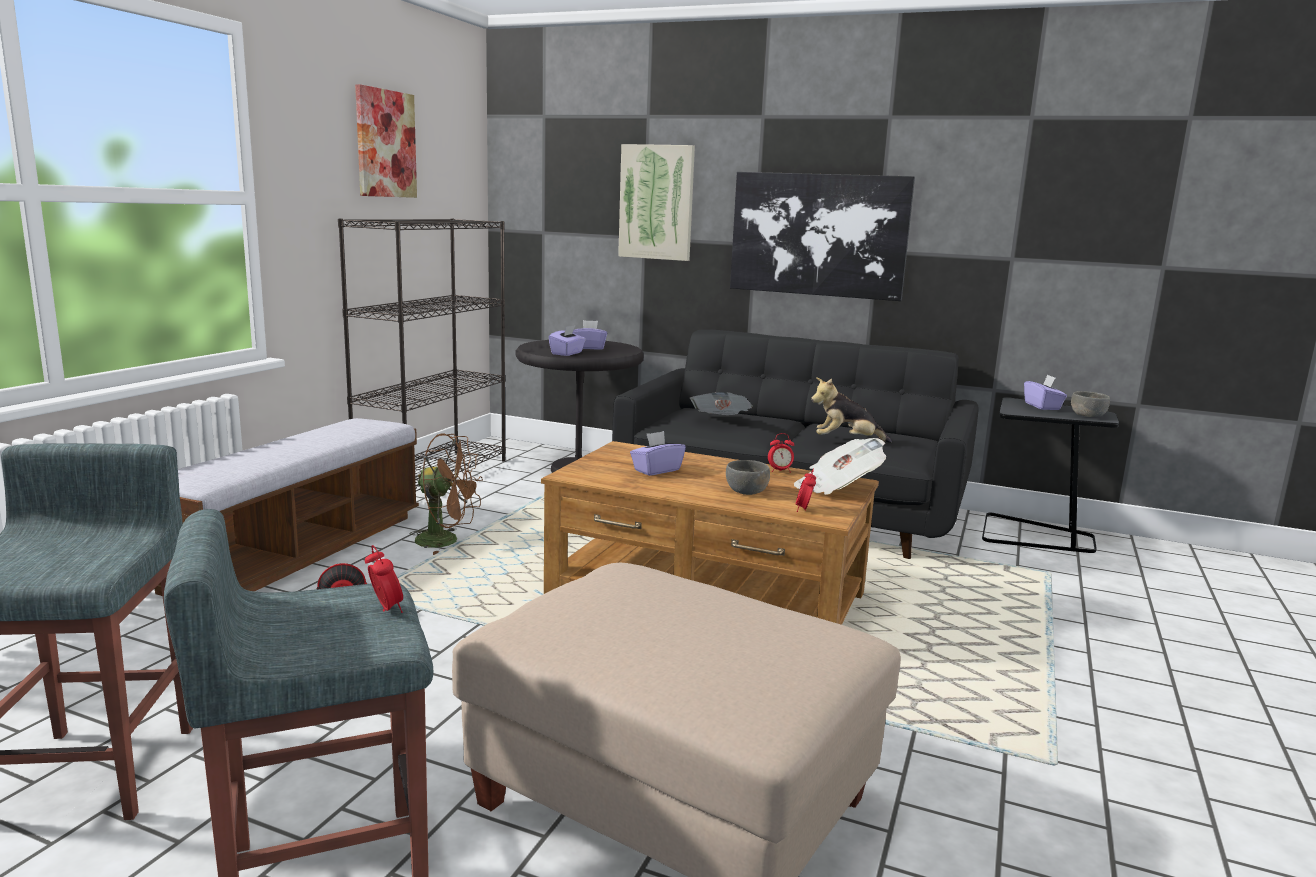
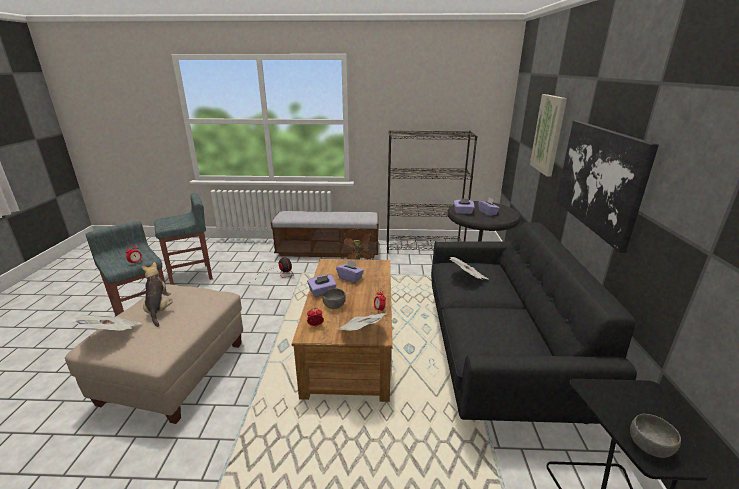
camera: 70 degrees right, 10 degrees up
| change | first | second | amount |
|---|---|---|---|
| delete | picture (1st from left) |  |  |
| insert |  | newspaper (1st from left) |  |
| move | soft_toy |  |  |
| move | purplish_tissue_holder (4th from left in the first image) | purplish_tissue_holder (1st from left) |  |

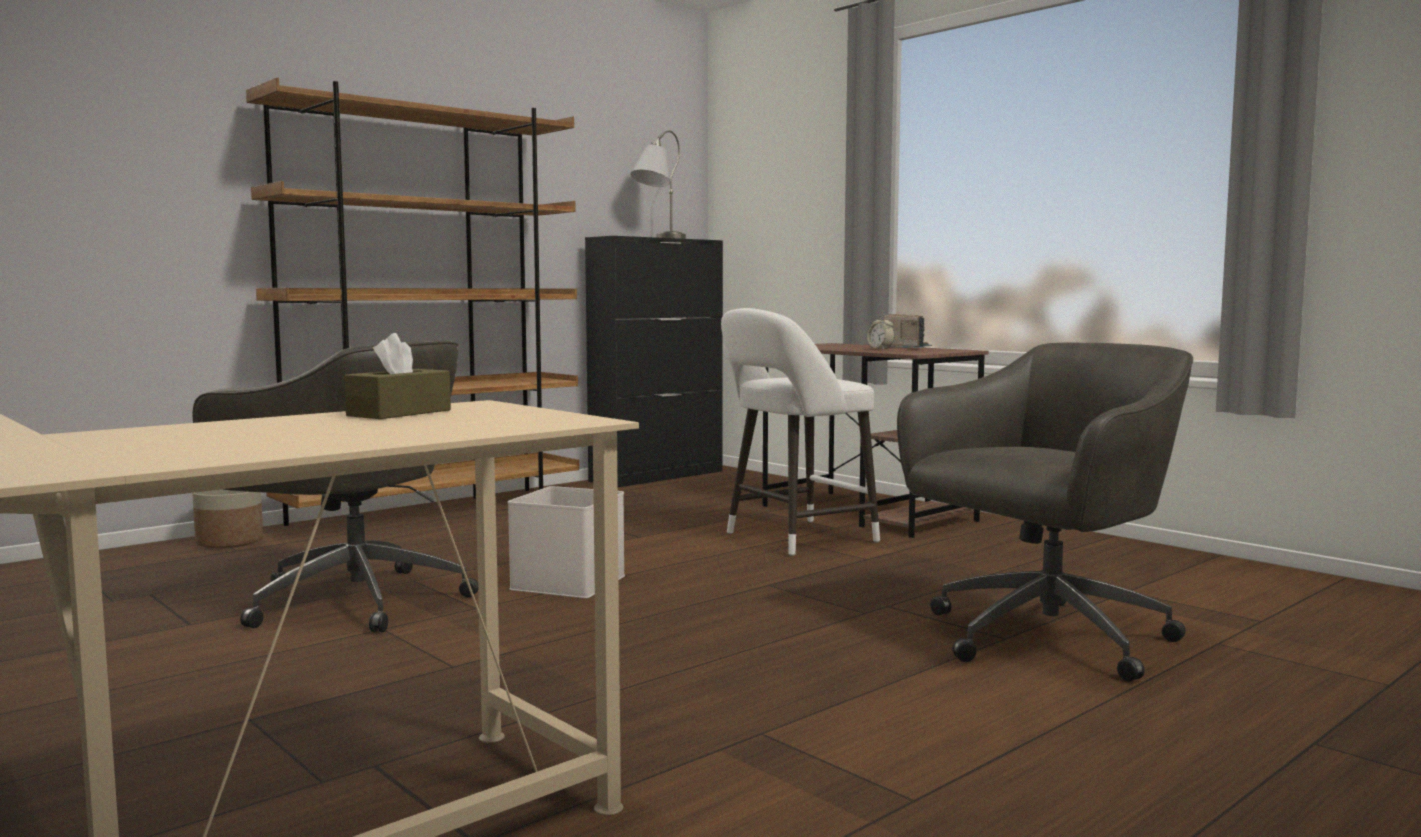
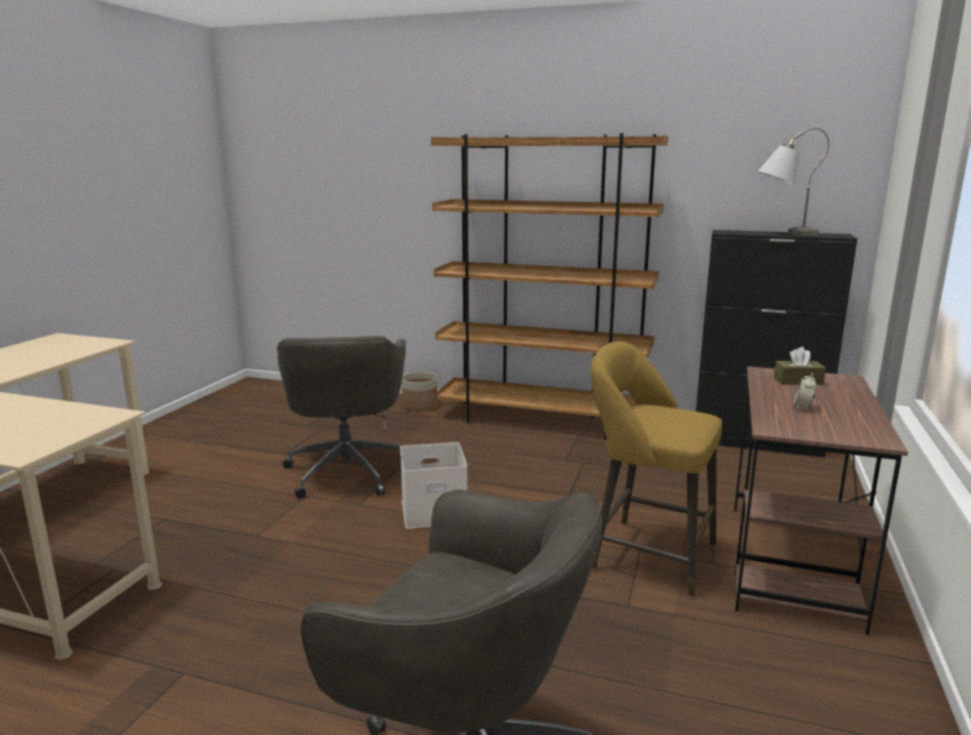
camera: 60 degrees right, 10 degrees up
| change | first | second | amount |
|---|---|---|---|
| delete | radio_set |  |  |
| move | brown_tissue_holder |  |  |
| recolor | whitish_sitting_stool | yellow-coloured_sitting_stool |  |

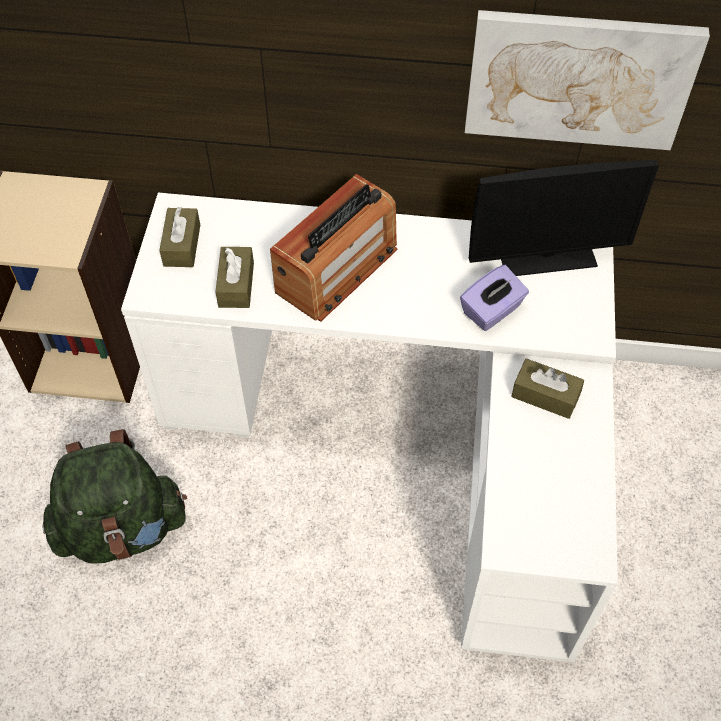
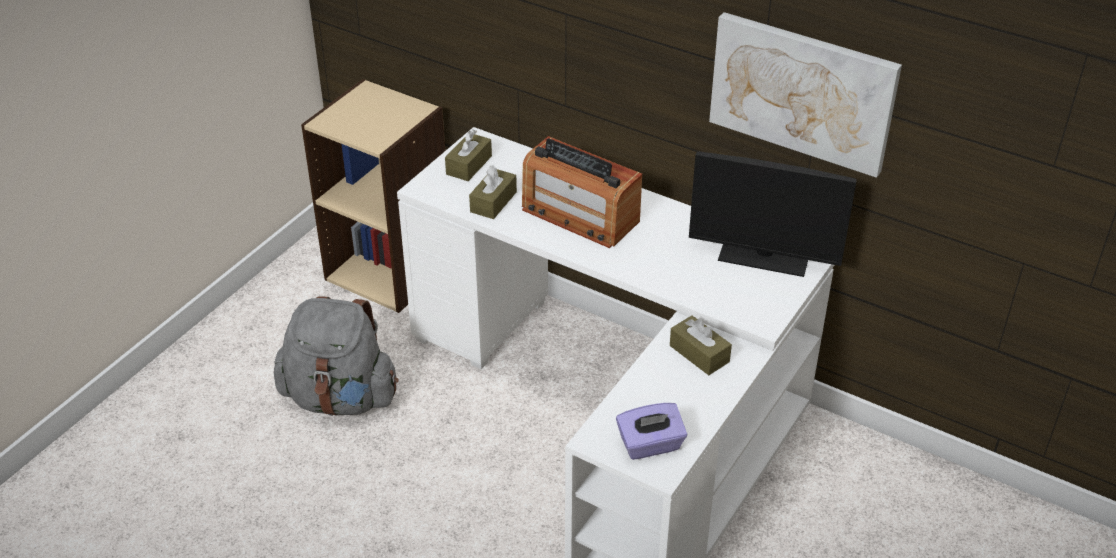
camera: 25 degrees right, 15 degrees down
| change | first | second | amount |
|---|---|---|---|
| move | purplish_tissue_holder |  |  |
| recolor | greenish_knapsack | gray_knapsack |  |
| rotate | radio_set |  | 60 degrees clockwise |

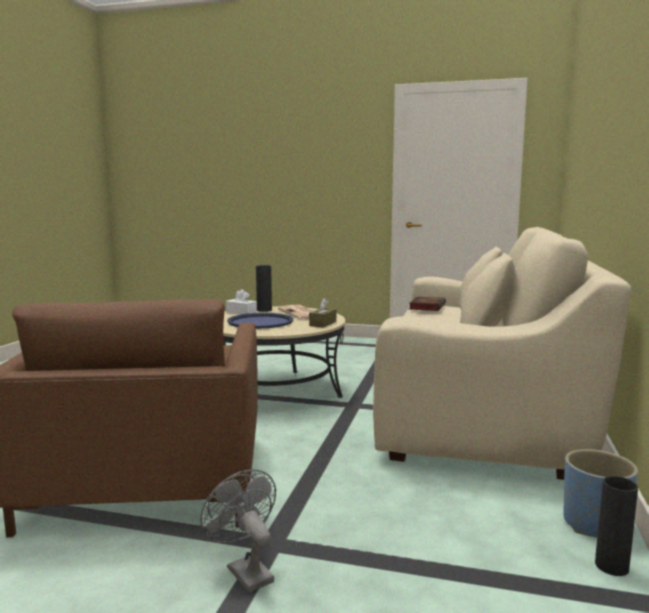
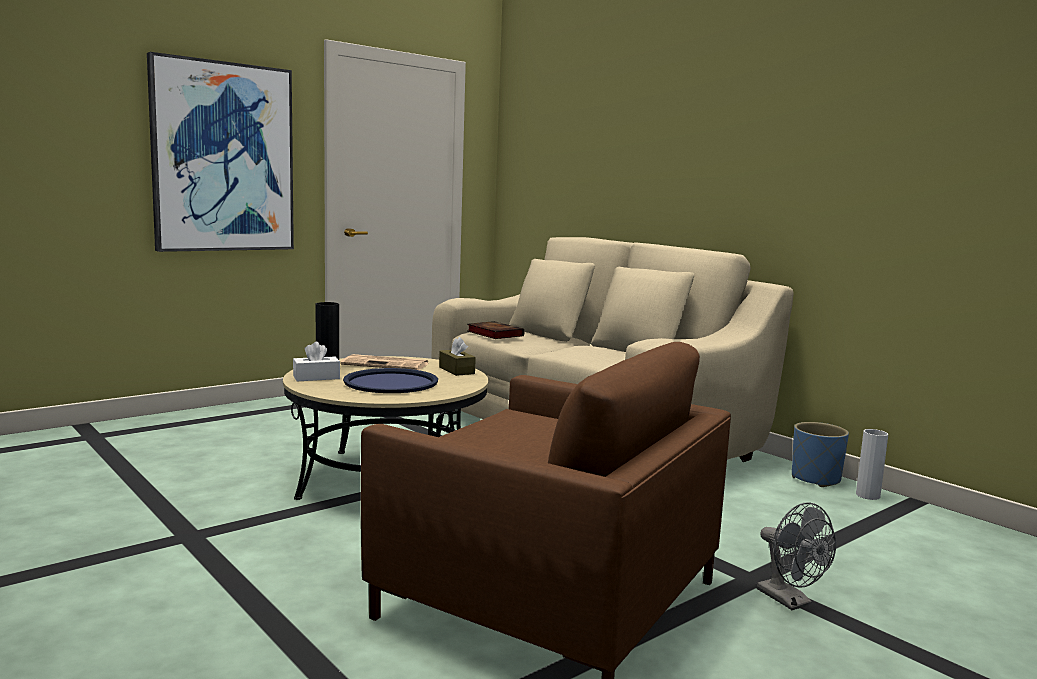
camera: 55 degrees left, 0 degrees up
| change | first | second | amount |
|---|---|---|---|
| insert |  | picture |  |
| recolor | black_vase (2nd from left) | whitish_vase |  |
| rotate | gray_electric_fan |  | 120 degrees counterclockwise |

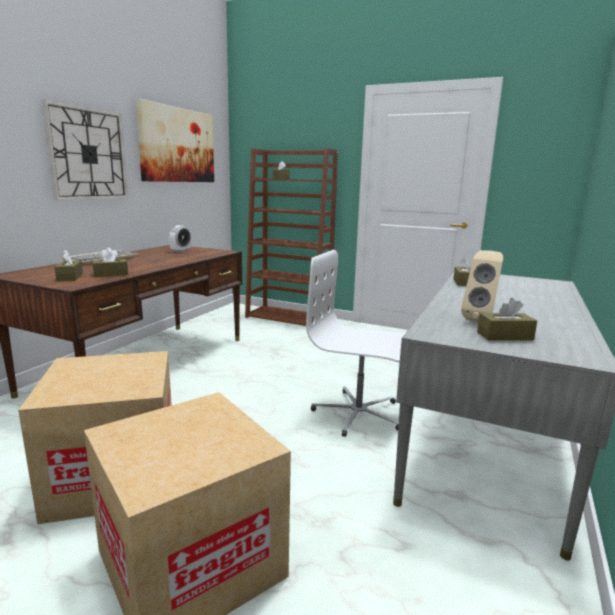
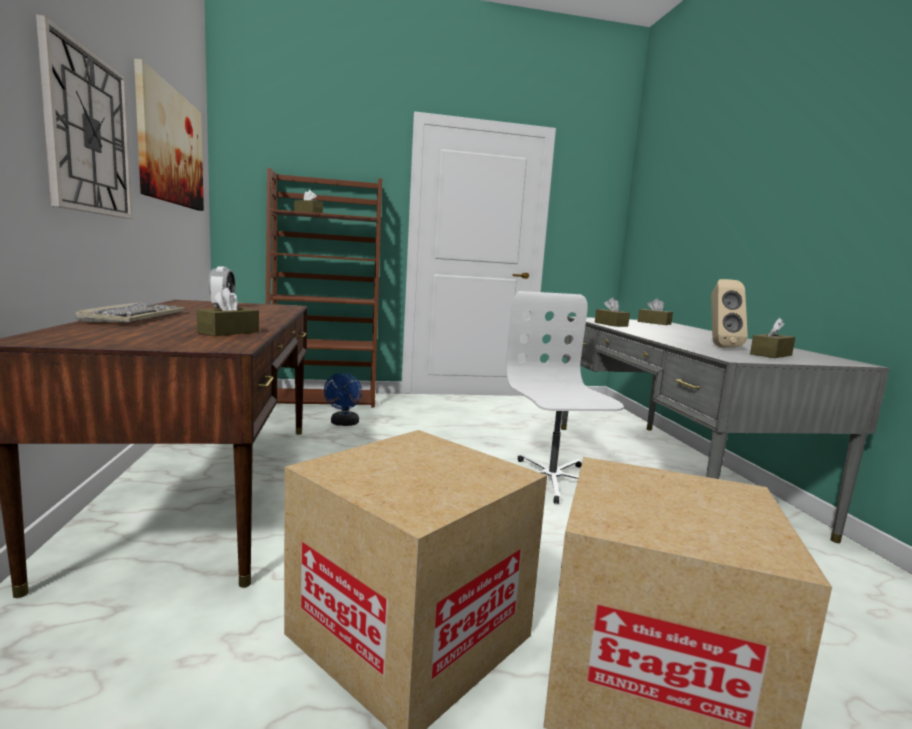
camera: 35 degrees left, 5 degrees down
| change | first | second | amount |
|---|---|---|---|
| insert |  | blue_electric_fan |  |
| move | brown_tissue_holder (1st from left in the first image) | brown_tissue_holder (4th from left) |  |
| rotate | whitish_office_chair |  | 90 degrees clockwise |

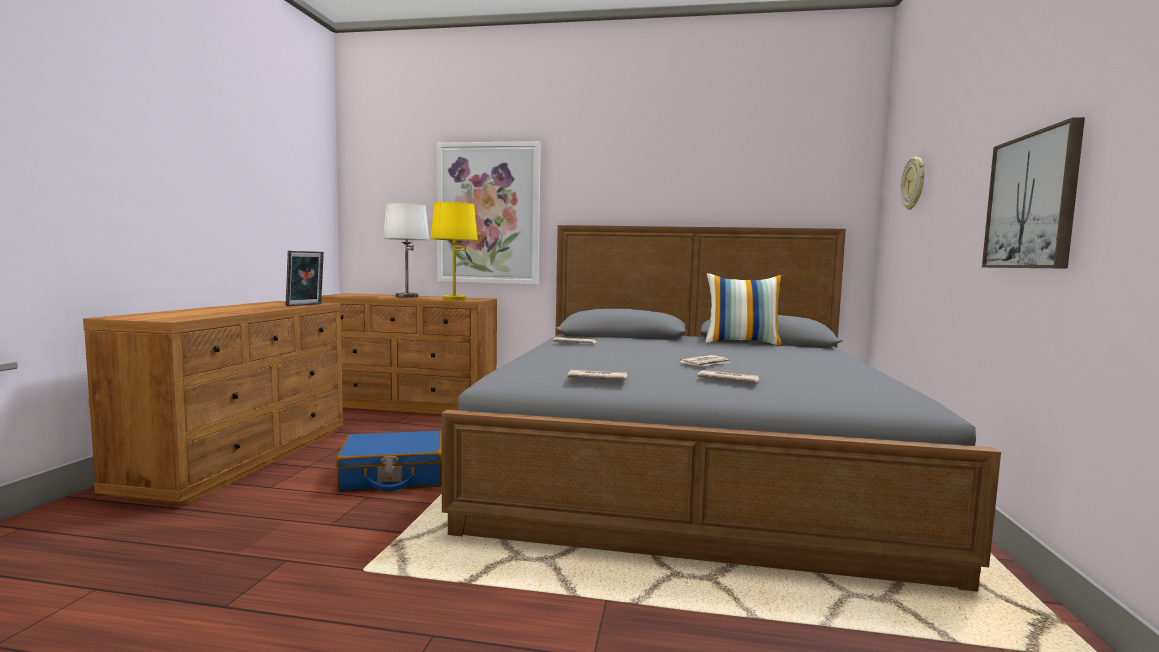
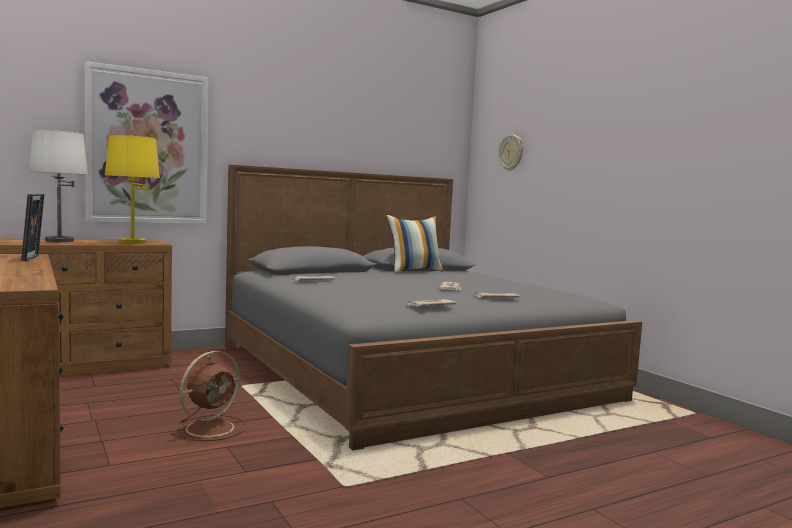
camera: 40 degrees left, 0 degrees up
| change | first | second | amount |
|---|---|---|---|
| delete | picture (2nd from left) |  |  |
| replace | blue_suitcase | brown_electric_fan |  |

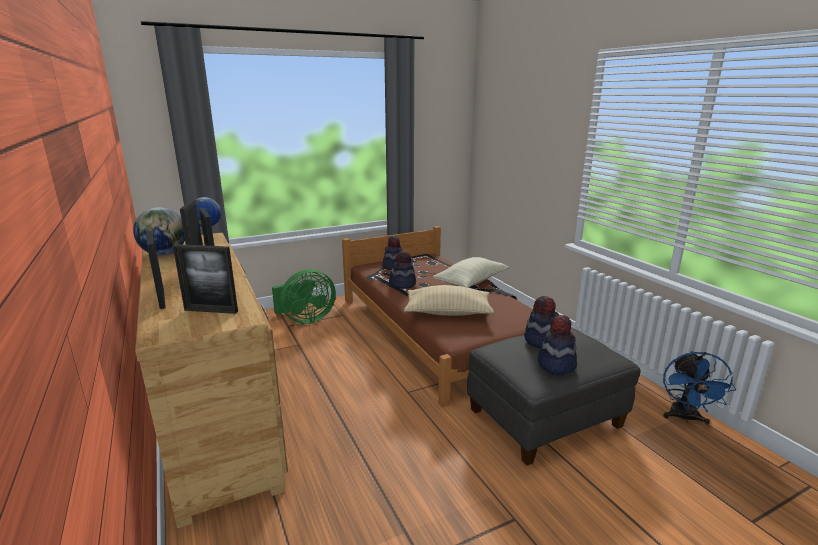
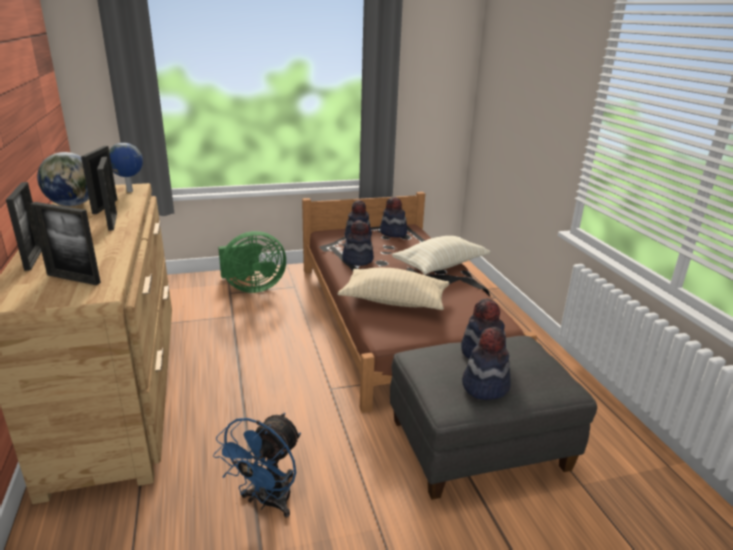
camera: 10 degrees right, 5 degrees up
| change | first | second | amount |
|---|---|---|---|
| insert |  | clothing_hat (3rd from left) |  |
| move | blue_electric_fan |  |  |

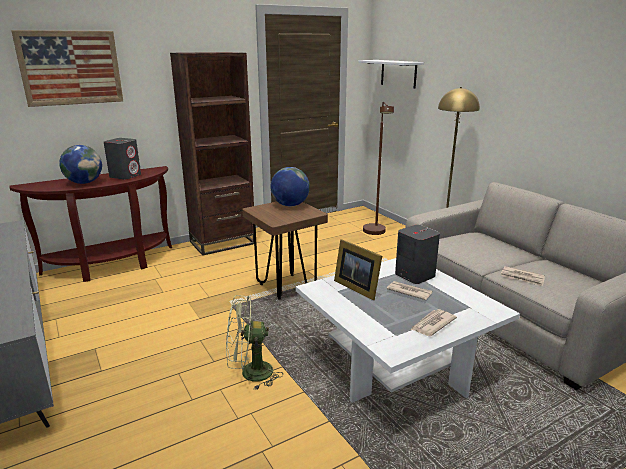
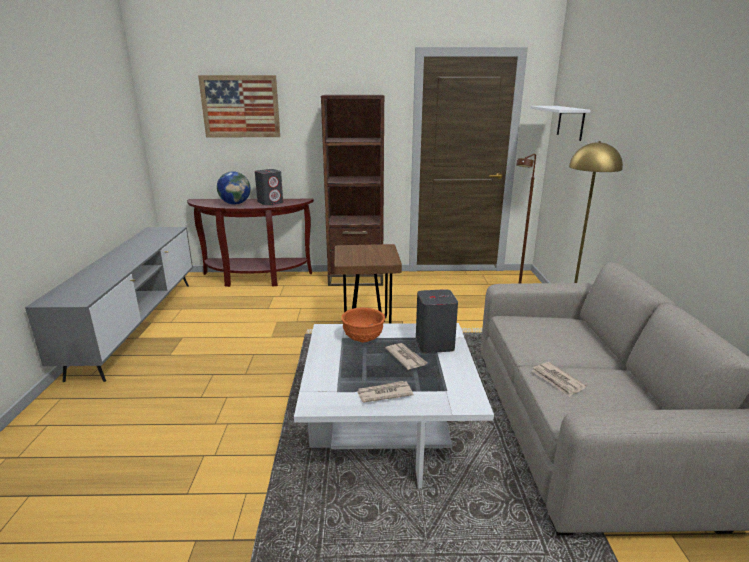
camera: 30 degrees right, 0 degrees up
| change | first | second | amount |
|---|---|---|---|
| delete | greenish_electric_fan |  |  |
| delete | world_globe (2nd from left) |  |  |
| replace | standing_frame | orange-coloured_serving_bowl |  |

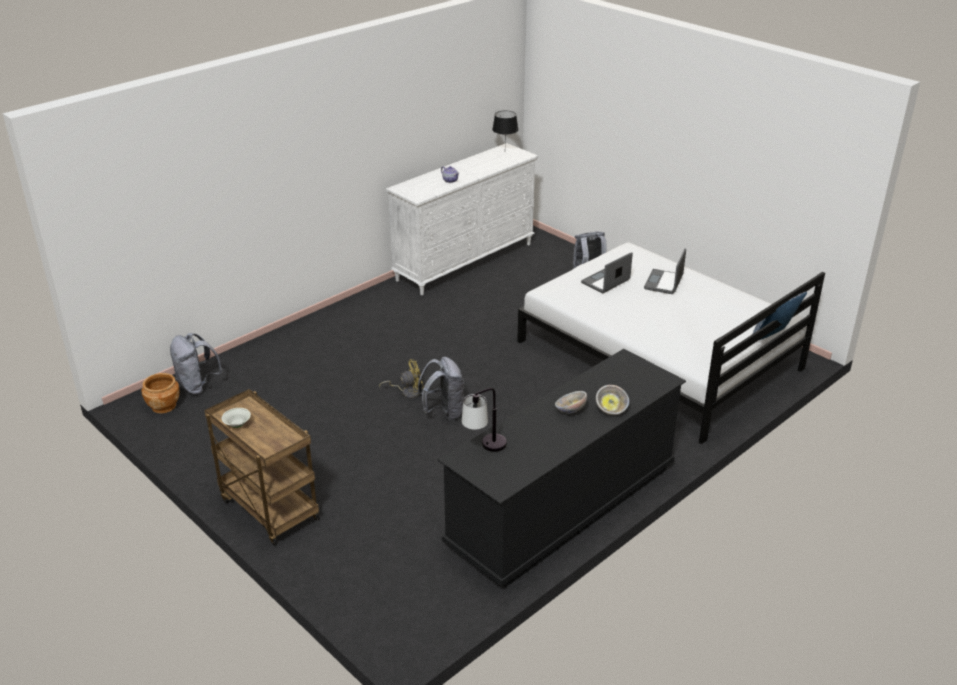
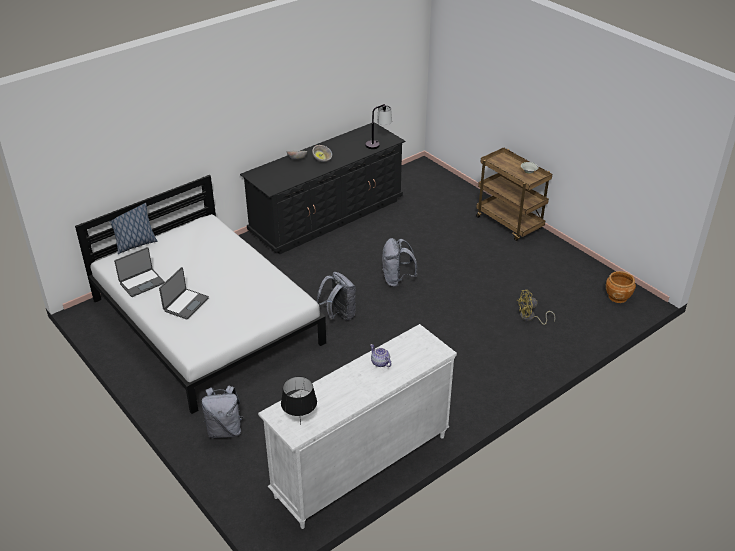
camera: 175 degrees left, 5 degrees up
| change | first | second | amount |
|---|---|---|---|
| move | gray_knapsack (1st from left in the first image) | gray_knapsack (2nd from left) |  |
| move | yellow-coloured_electric_fan |  |  |
| move | portable_computer (1st from left) |  |  |

